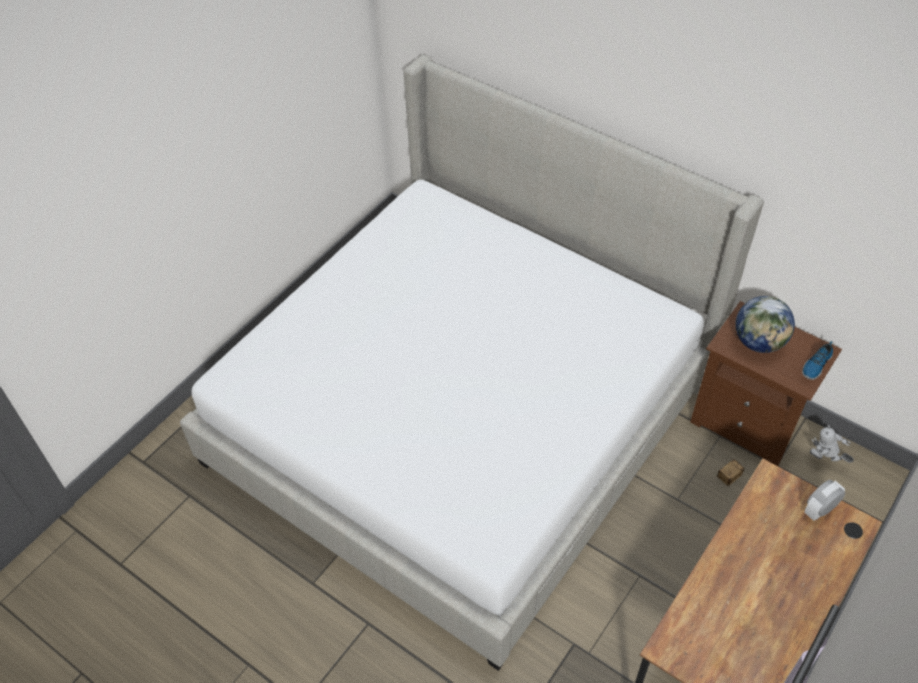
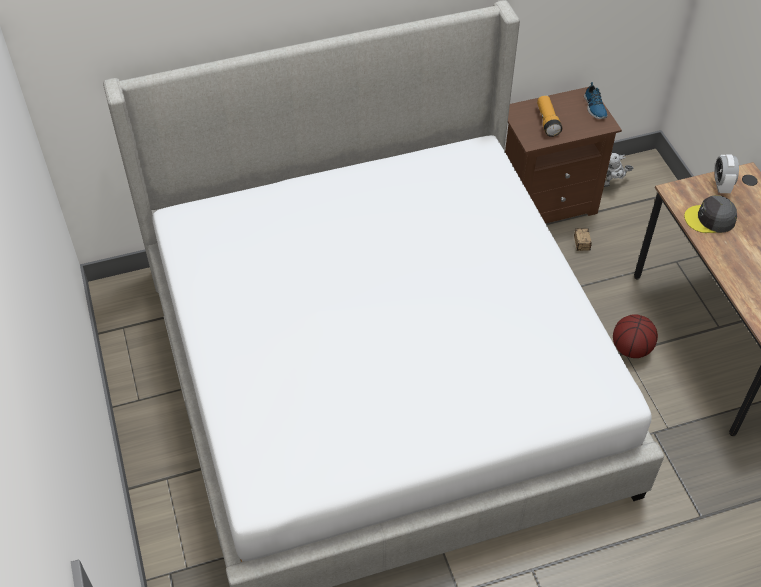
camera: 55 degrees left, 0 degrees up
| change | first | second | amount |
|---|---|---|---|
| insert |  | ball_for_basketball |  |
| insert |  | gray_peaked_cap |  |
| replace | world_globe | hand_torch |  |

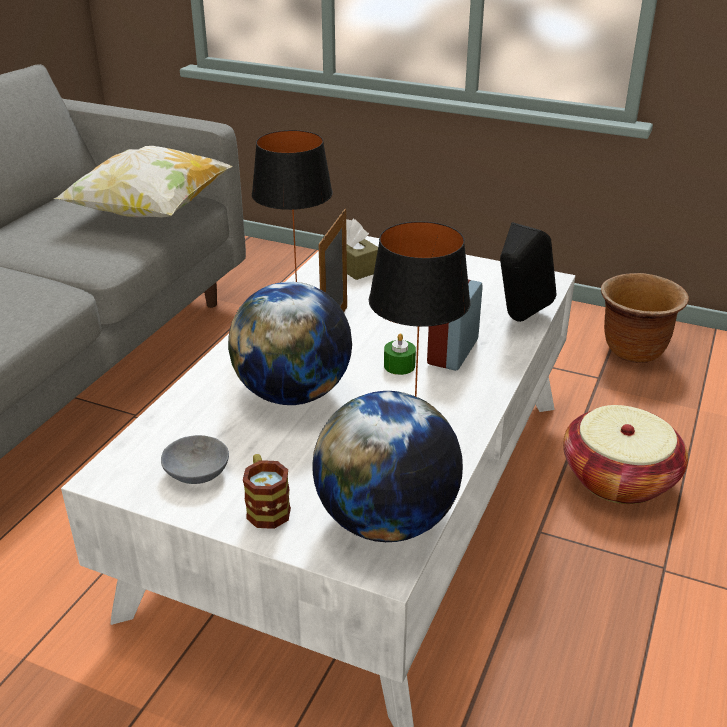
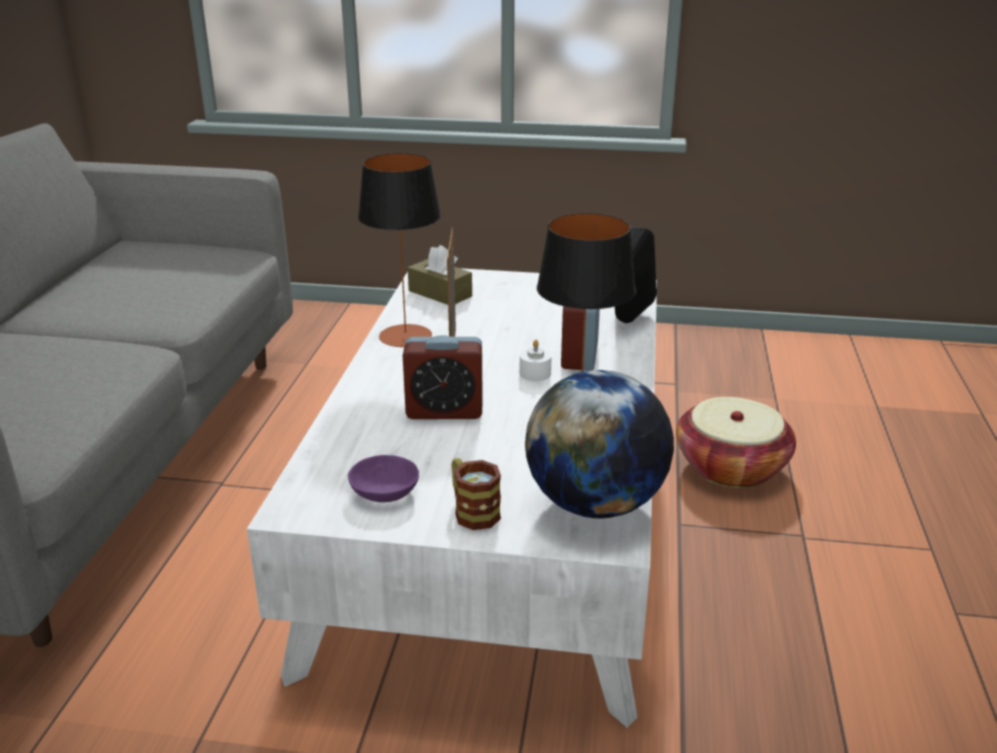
camera: 15 degrees left, 5 degrees down
| change | first | second | amount |
|---|---|---|---|
| delete | pillow |  |  |
| delete | brown_plant_pot |  |  |
| replace | world_globe (1st from left) | alarm_clock (1st from left) |  |
| recolor | gray_serving_bowl | purplish_serving_bowl |  |
| recolor | greenish_wax_light | whitish_wax_light |  |

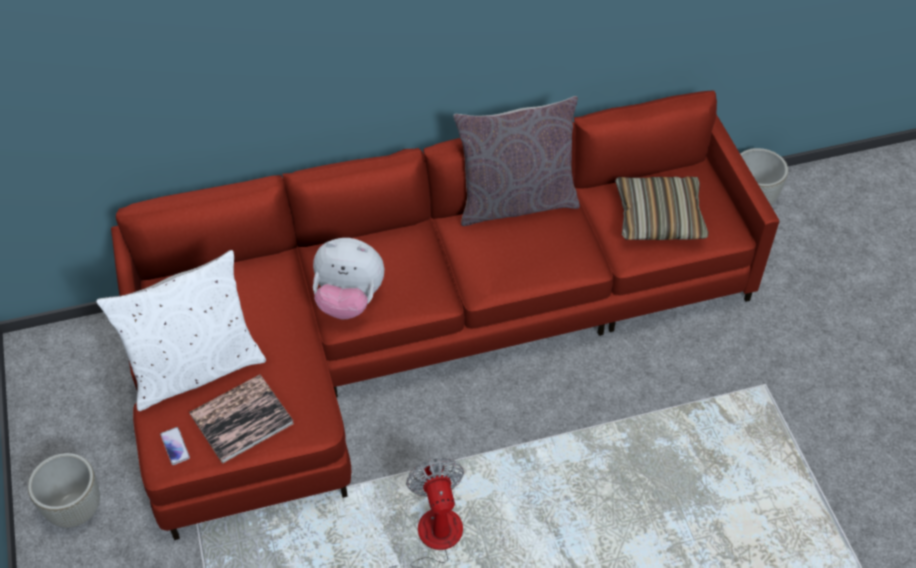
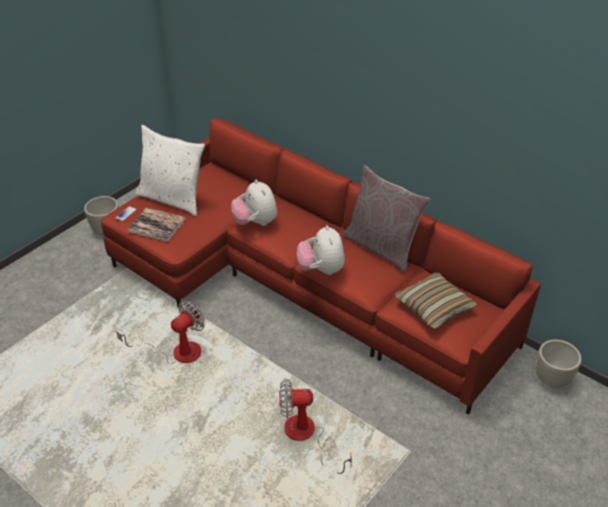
camera: 55 degrees right, 10 degrees down
| change | first | second | amount |
|---|---|---|---|
| insert |  | electric_fan (2nd from left) |  |
| insert |  | soft_toy (2nd from left) |  |

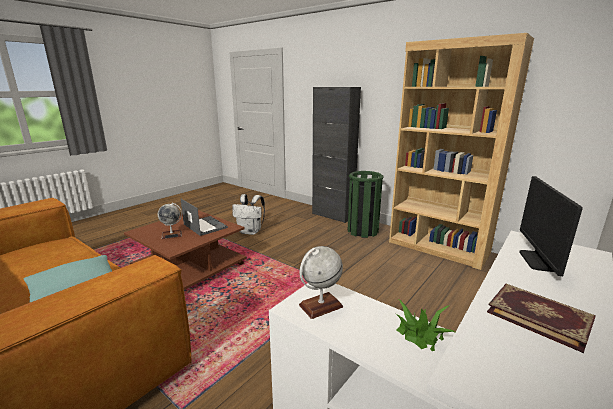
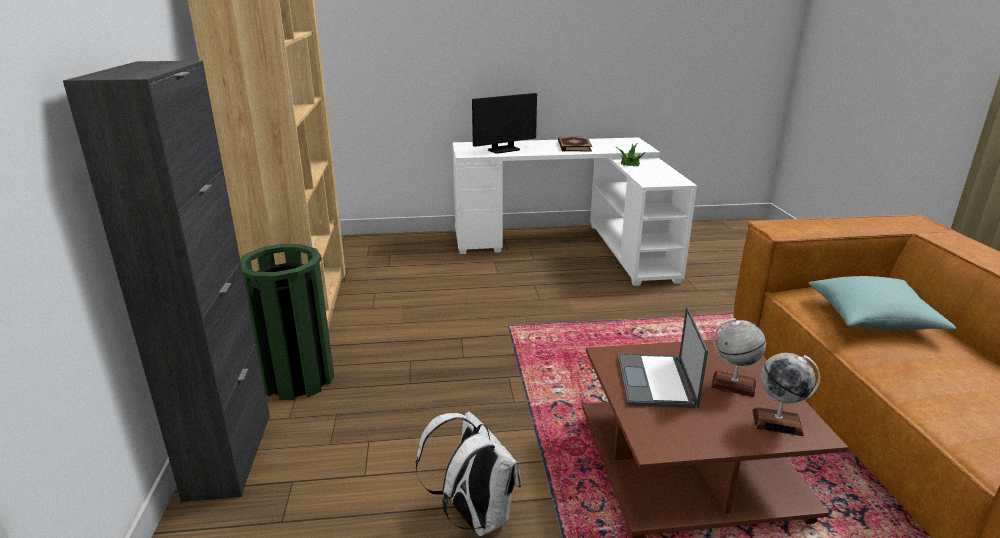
camera: 135 degrees left, 5 degrees up
| change | first | second | amount |
|---|---|---|---|
| move | world_globe (2nd from left) |  |  |

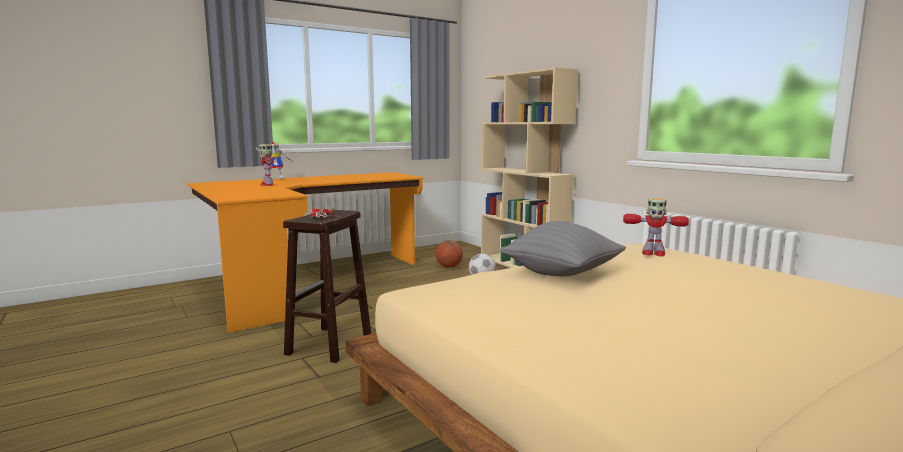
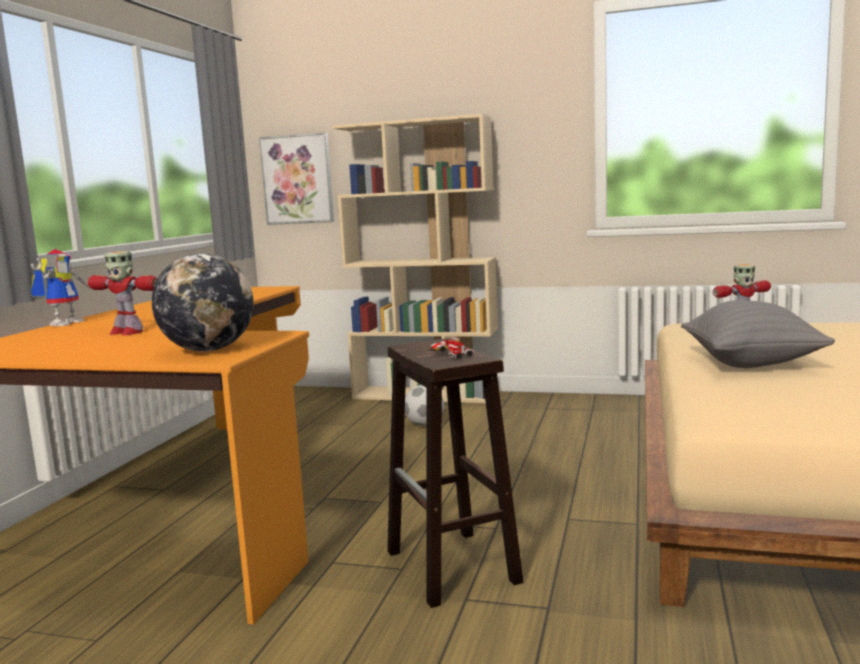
camera: 40 degrees left, 0 degrees up
| change | first | second | amount |
|---|---|---|---|
| delete | ball_for_basketball |  |  |
| insert |  | world_globe |  |
| insert |  | picture |  |

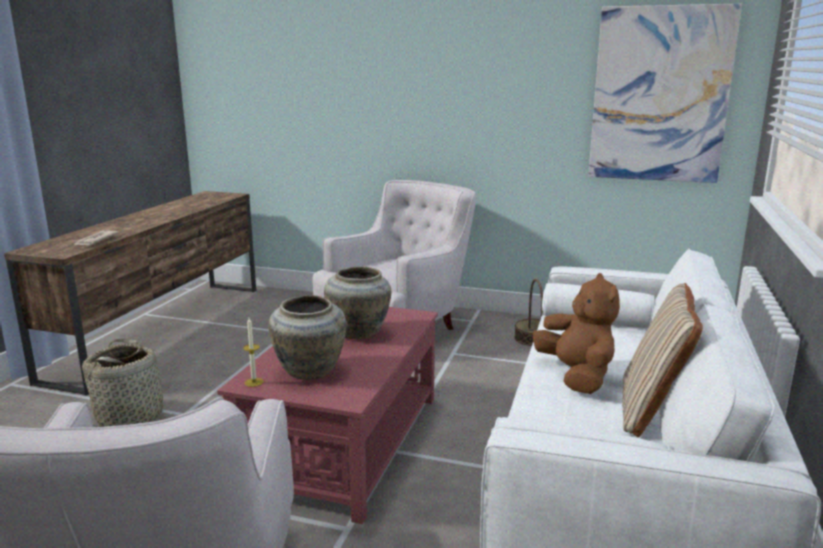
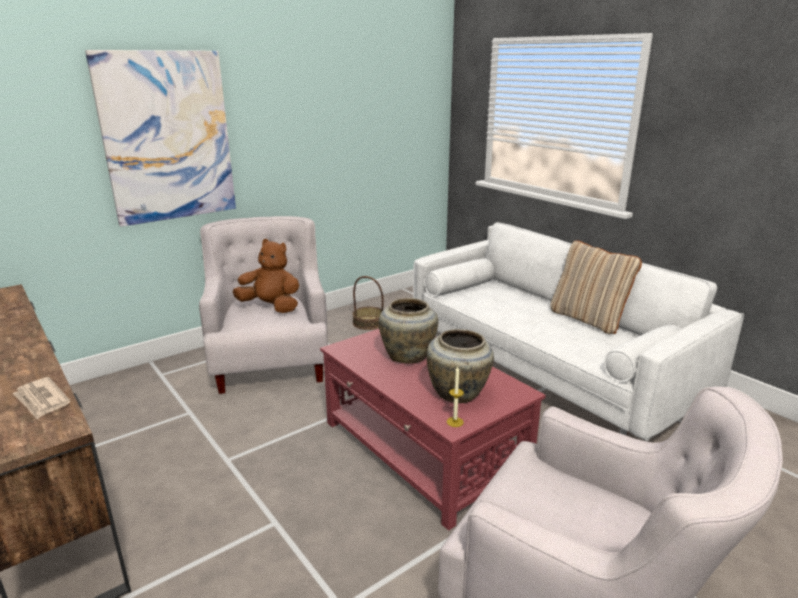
camera: 55 degrees left, 5 degrees up
| change | first | second | amount |
|---|---|---|---|
| delete | storage_basket (1st from left) |  |  |
| move | brown_soft_toy |  |  |
| move | picture |  |  |

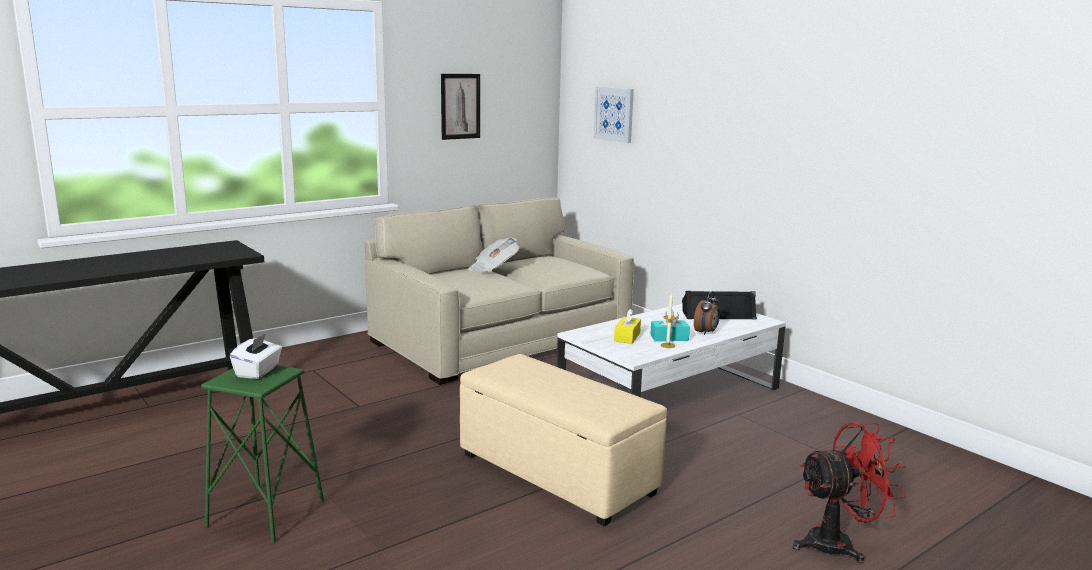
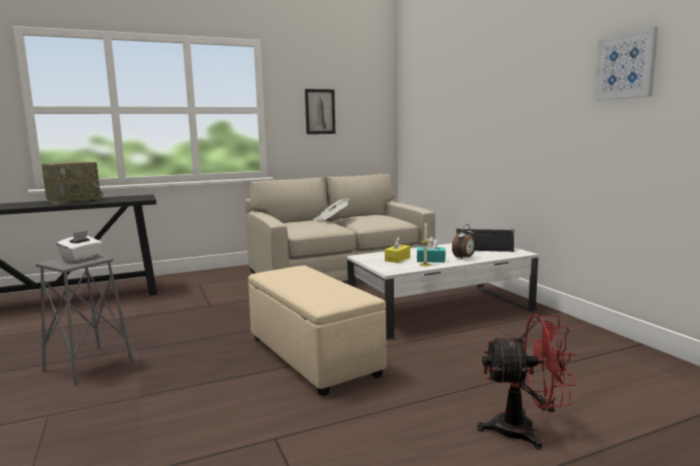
camera: 15 degrees right, 5 degrees down
| change | first | second | amount |
|---|---|---|---|
| insert |  | radio_set |  |
| move | picture (2nd from left) |  |  |
| recolor | greenish_sitting_stool | gray_sitting_stool |  |

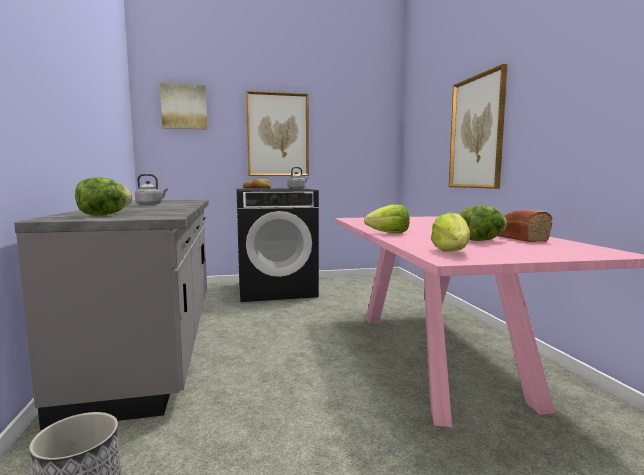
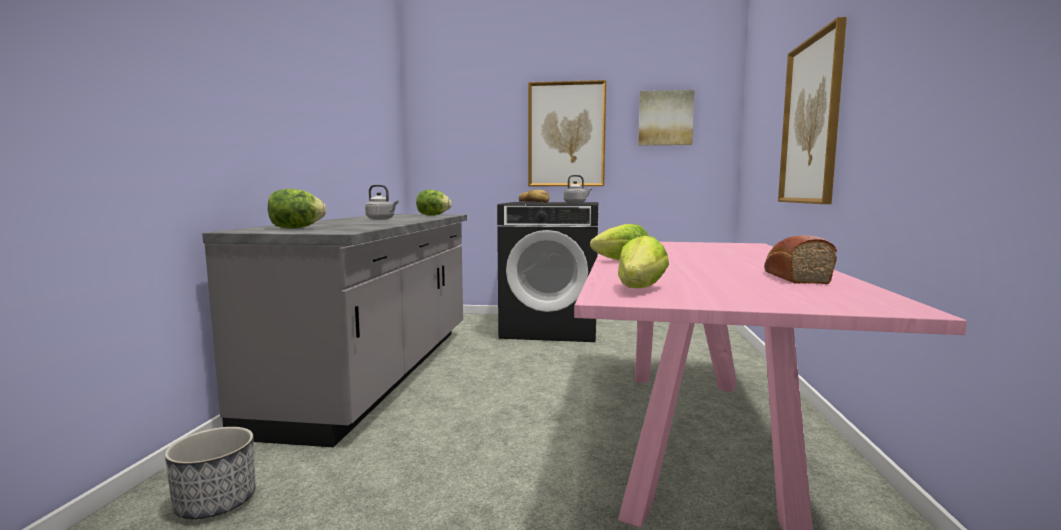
camera: 20 degrees right, 0 degrees up
| change | first | second | amount |
|---|---|---|---|
| move | picture (1st from left in the first image) | picture (2nd from left) |  |
| move | lettuce (4th from left in the first image) | lettuce (2nd from left) |  |

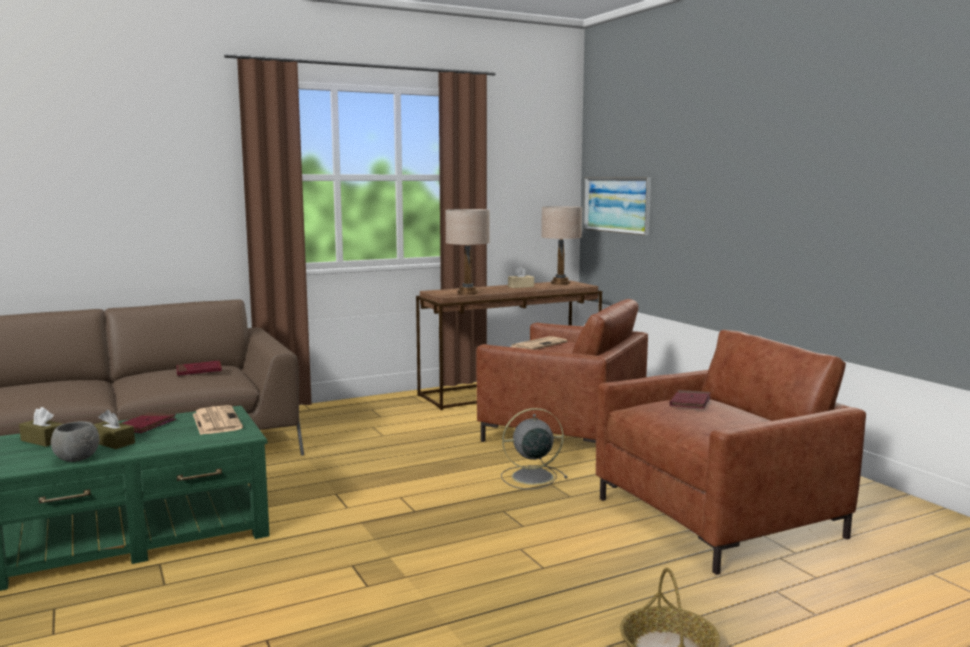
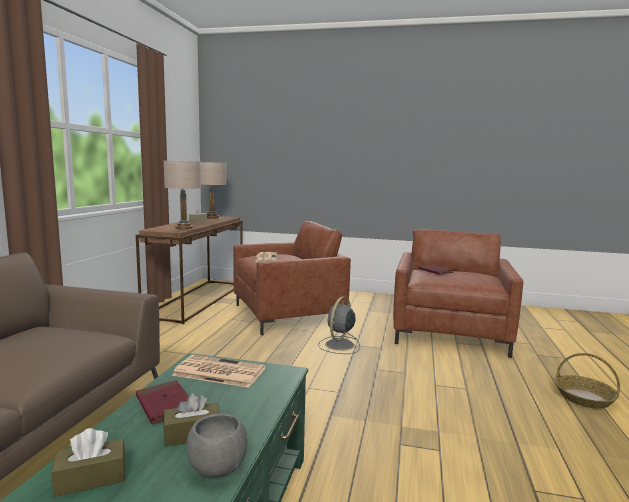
camera: 50 degrees left, 0 degrees up
| change | first | second | amount |
|---|---|---|---|
| delete | red-coloured_bound_book (2nd from left) |  |  |
| delete | picture |  |  |

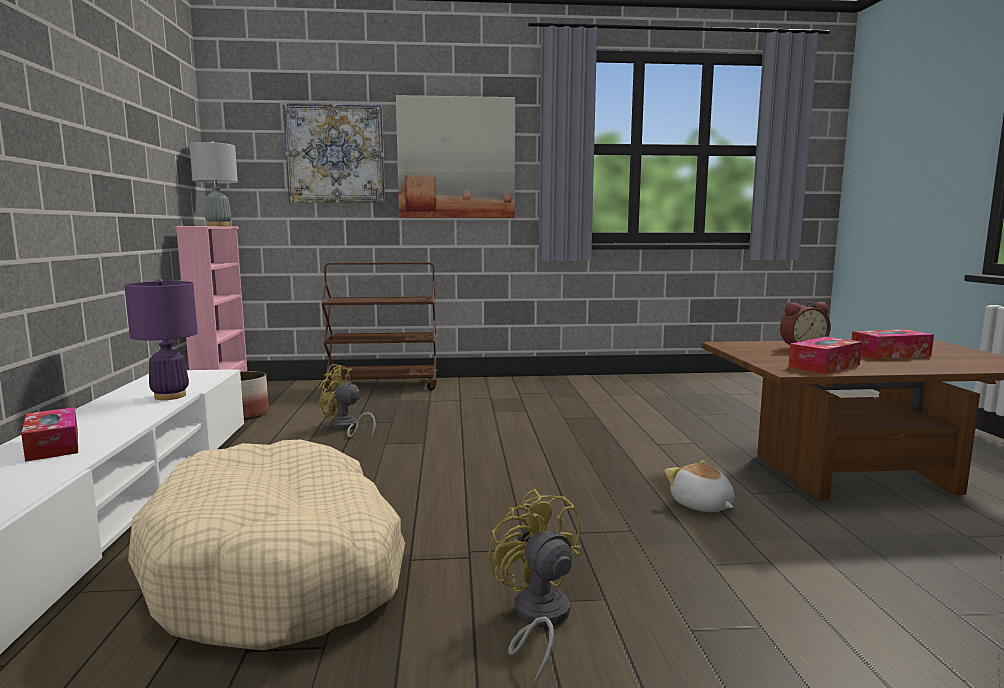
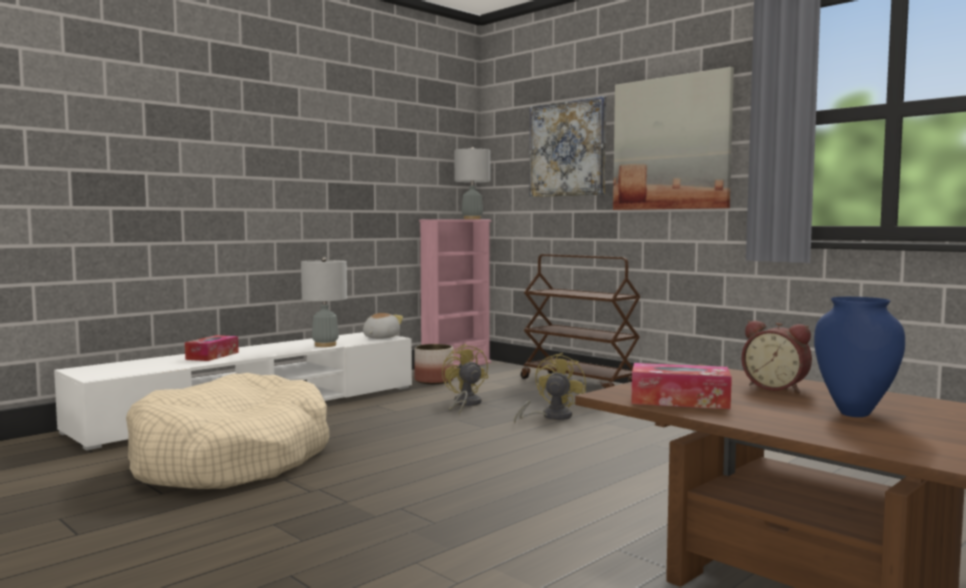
camera: 50 degrees right, 5 degrees down
| change | first | second | amount |
|---|---|---|---|
| move | yellow-coloured_electric_fan (2nd from left) |  |  |
| move | soft_toy |  |  |
| replace | tissue_holder (3rd from left) | blue_vase |  |
| recolor | purplish_tabletop_lamp | gray_tabletop_lamp (1st from left) |  |

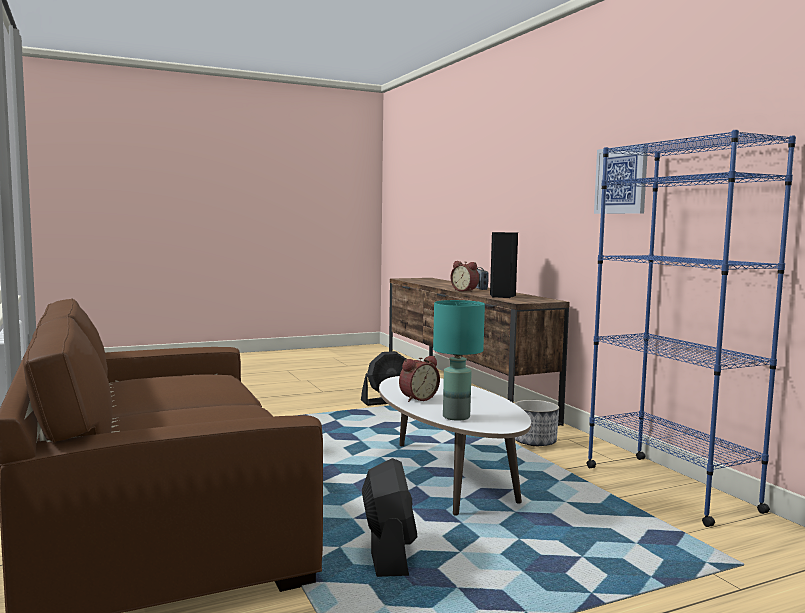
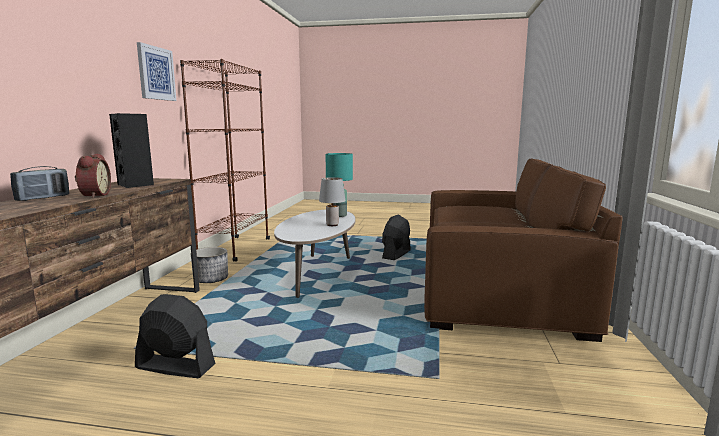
camera: 145 degrees left, 5 degrees up
| change | first | second | amount |
|---|---|---|---|
| replace | alarm_clock (1st from left) | gray_tabletop_lamp |  |
| recolor | blue_shelving_unit | brown_shelving_unit |  |

